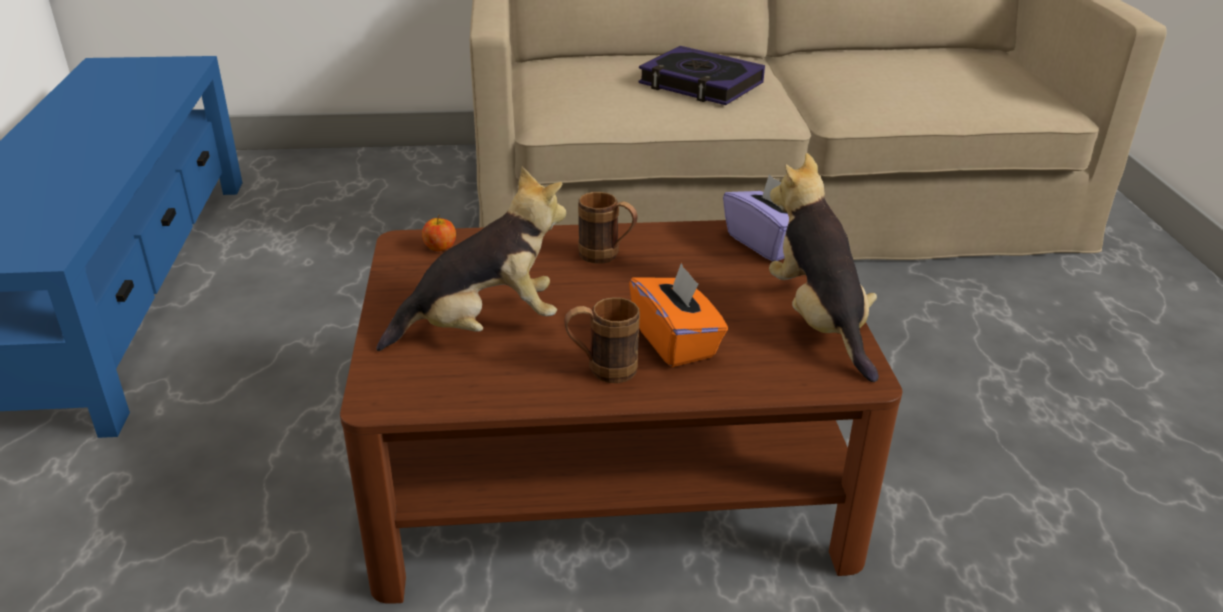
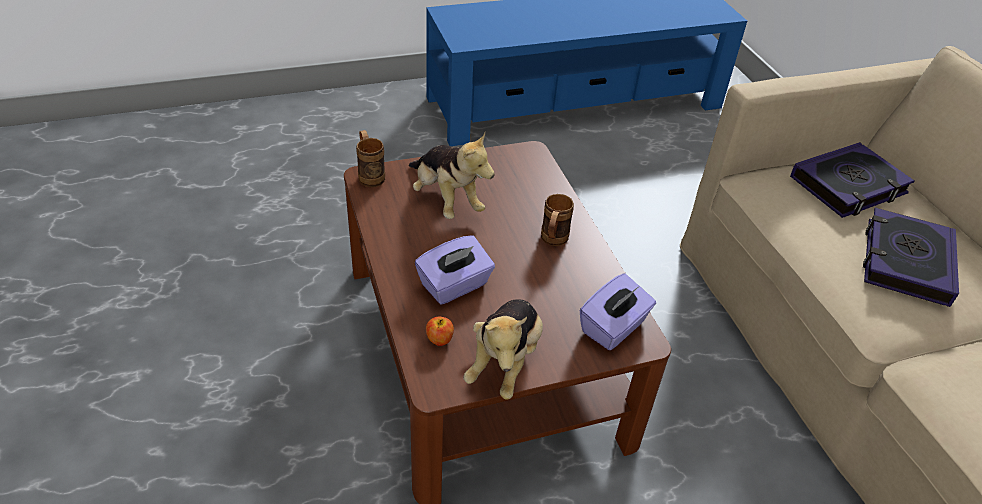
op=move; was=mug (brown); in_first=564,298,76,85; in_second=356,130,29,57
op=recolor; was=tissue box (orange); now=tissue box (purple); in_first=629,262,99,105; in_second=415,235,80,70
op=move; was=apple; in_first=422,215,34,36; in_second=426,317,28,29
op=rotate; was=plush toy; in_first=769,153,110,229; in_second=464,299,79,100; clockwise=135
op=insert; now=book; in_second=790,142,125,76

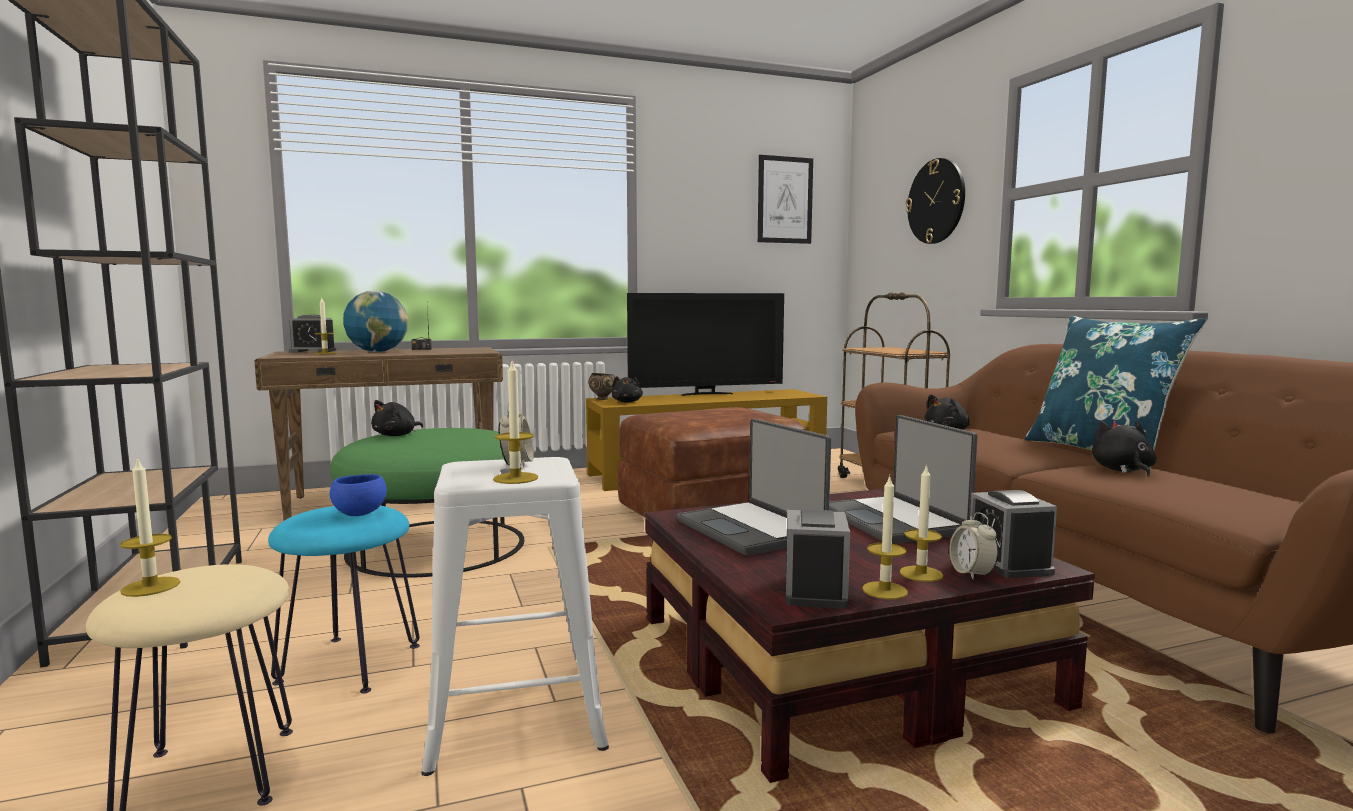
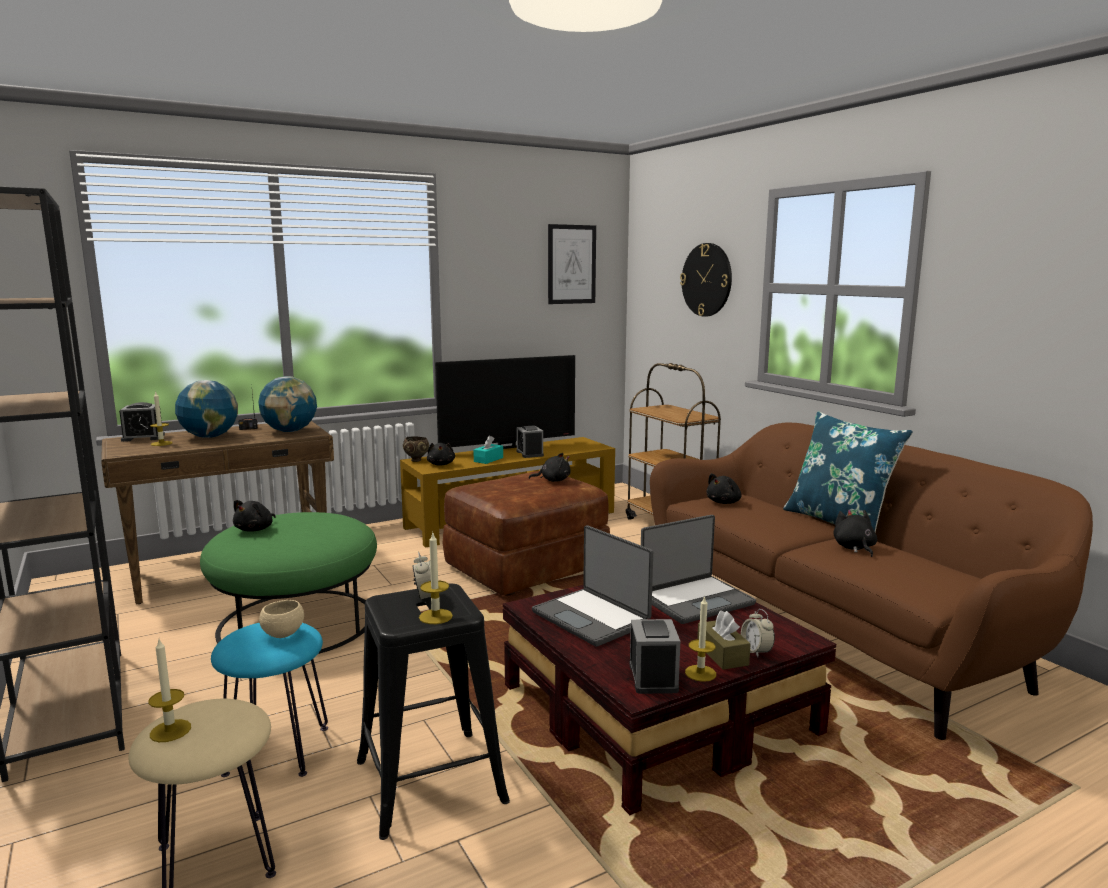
op=insert; now=globe; in_second=258,376,59,56
op=recolor; was=bowl (blue); now=bowl (beige); in_first=330,474,57,42; in_second=259,600,45,38
op=recolor; was=stool (white); now=stool (black); in_first=422,457,187,319; in_second=357,584,153,256
op=insert; now=tissue box (turquoise); in_second=473,435,30,29
op=move; was=alarm clock; in_first=970,490,87,88; in_second=516,425,28,33
op=insert; now=plush toy (black); in_second=529,453,42,29
op=rotate; was=laptop; in_first=829,415,149,129; in_second=641,515,115,109; clockwise=-90
op=replace; was=candle; now=tissue box (brown); in_first=900,464,43,118; in_second=697,611,54,59

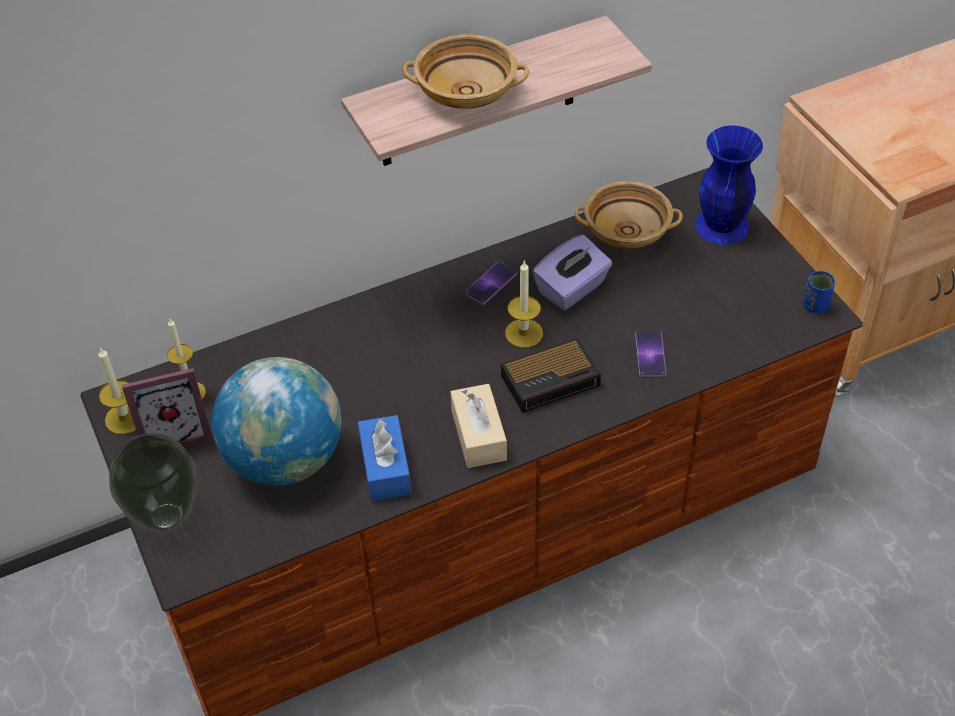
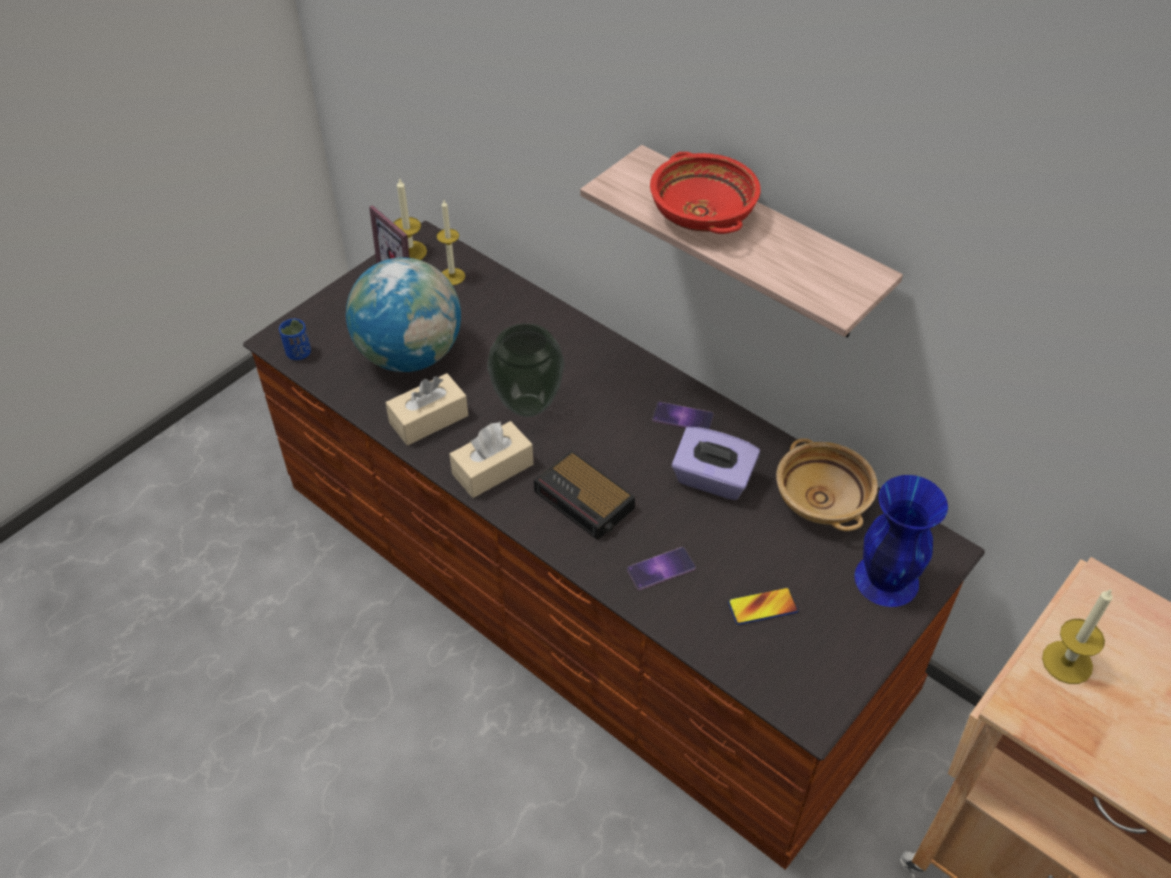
op=move; was=cup (blue); in_first=803,271,32,43; in_second=279,319,32,41
op=recolor; was=tissue box (blue); now=tissue box (beige); in_first=358,415,53,86; in_second=386,373,82,72
op=move; was=vase; in_first=109,433,88,100; in_second=487,323,77,94
op=recolor; was=bowl (beige); now=bowl (red); in_first=403,34,126,75; in_second=650,152,110,82
op=insert; now=phone; in_second=728,587,71,38
op=move; was=candle; in_first=505,260,38,88; in_second=1042,588,71,96

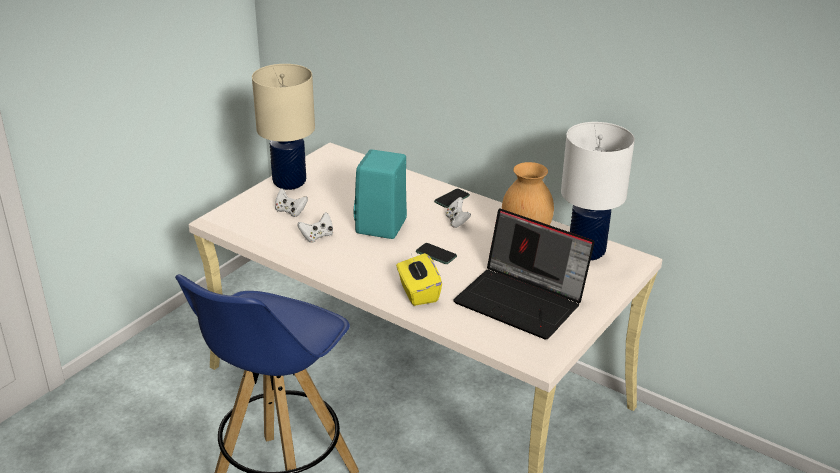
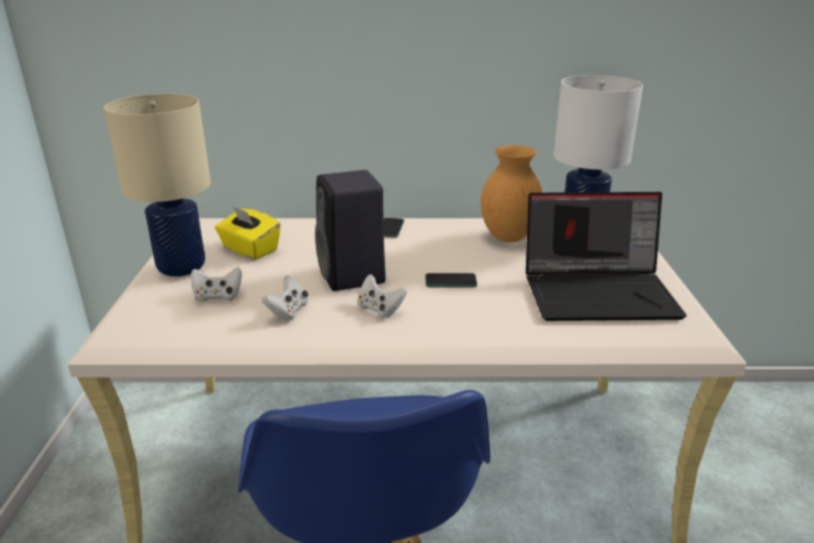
op=move; was=tissue box (yellow); in_first=396,253,46,53; in_second=215,206,66,54
op=recolor; was=speaker (turquoise); now=speaker (black); in_first=354,149,53,90; in_second=315,170,71,121
op=move; was=game controller (white); in_first=446,197,25,31; in_second=357,274,50,44

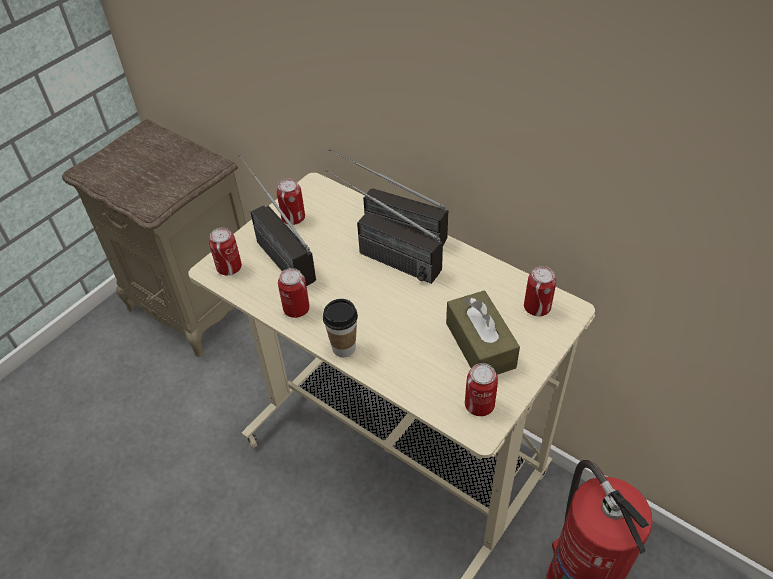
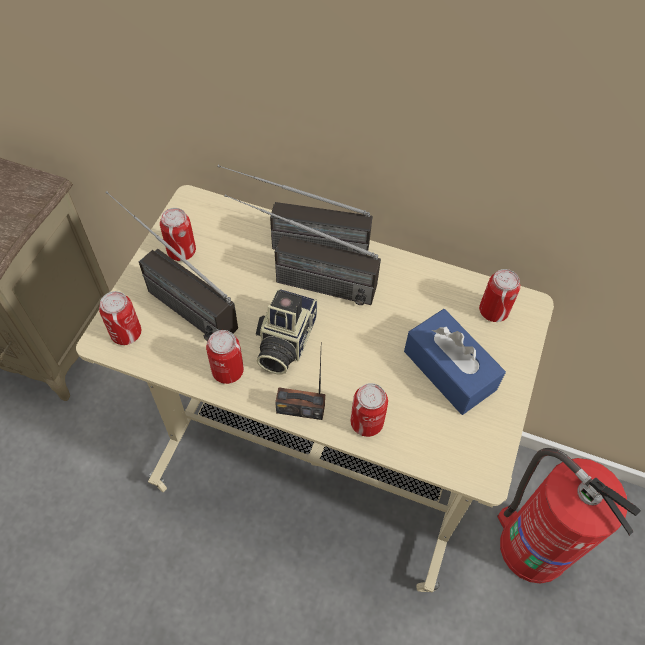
op=insert; now=photo camera; in_second=256,289,61,86
op=replace; was=cup; now=radio; in_first=323,299,35,58; in_second=275,354,50,66
op=move; was=can; in_first=465,363,33,53; in_second=350,383,38,54
op=recolor; was=tissue box (brown); now=tissue box (blue); in_first=446,290,74,85; in_second=404,309,102,106

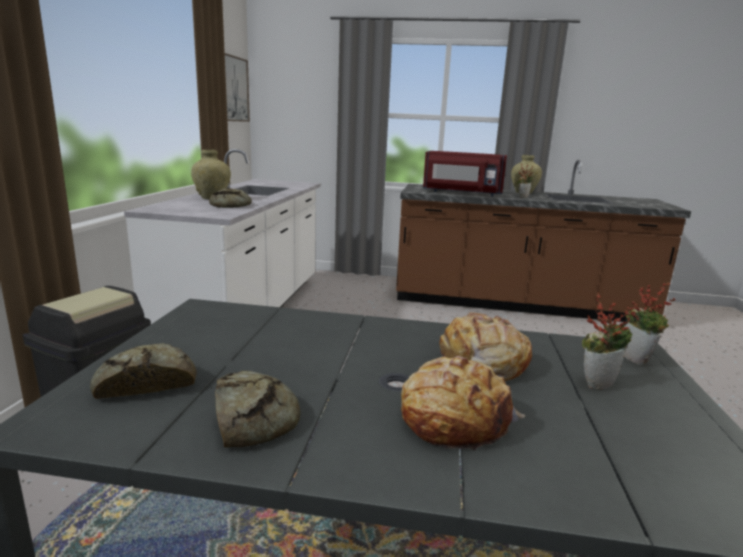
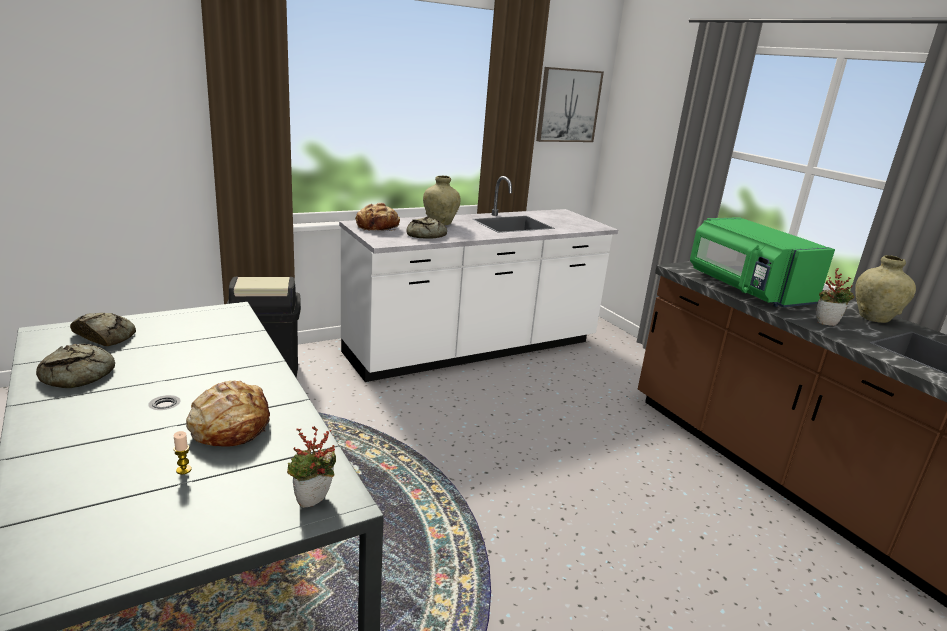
op=insert; now=candle; in_second=173,431,19,43
op=move; was=bread; in_first=401,356,124,95; in_second=355,203,45,28
op=recolor; was=microwave (red); now=microwave (green); in_first=423,151,84,45; in_second=690,217,145,90
op=delete; was=potted plant; in_first=582,293,51,96

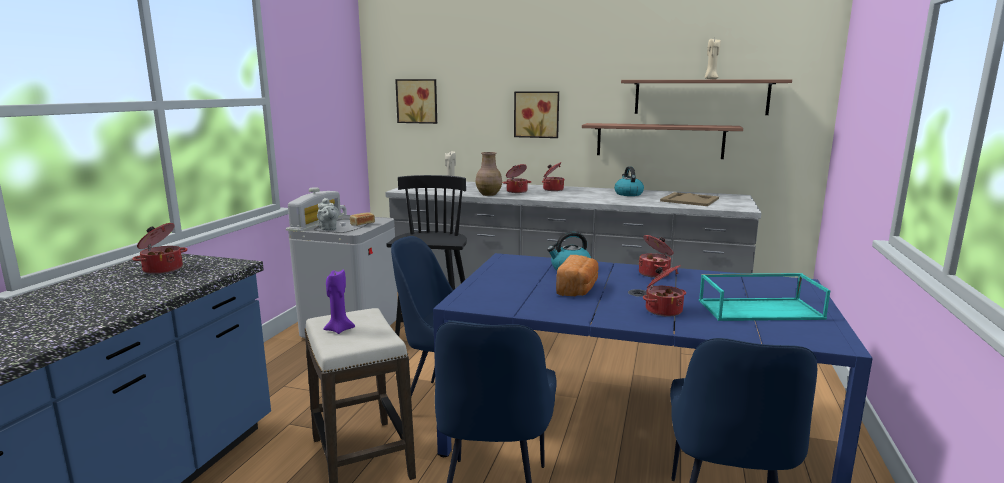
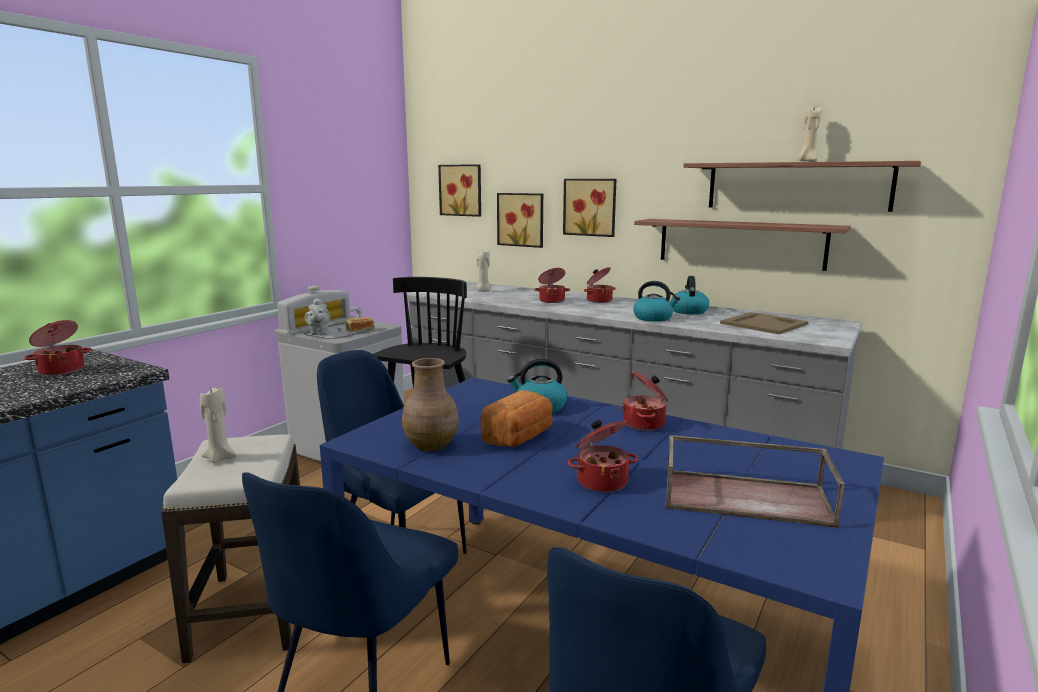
op=recolor; was=candle (purple); now=candle (beige); in_first=323,269,32,65; in_second=200,386,37,77
op=move; was=vase (brown); in_first=475,152,27,44; in_second=402,358,57,94
op=insert; now=picture; in_second=497,193,46,55
op=insert; now=kettle; in_second=633,281,47,41
op=recolor; was=tray (turquoise); now=tray (brown); in_first=699,273,132,48; in_second=666,435,179,93

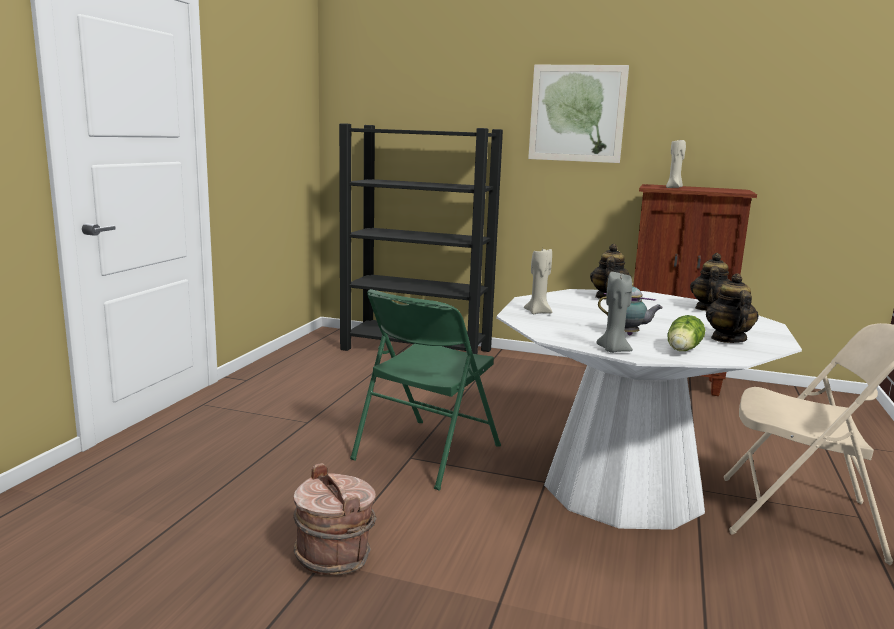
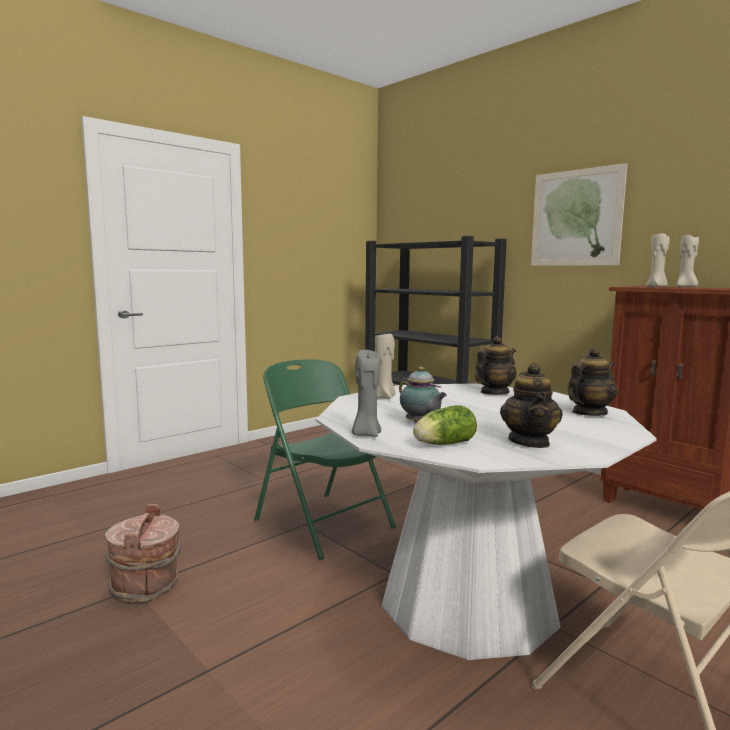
op=rotate; was=chair (green); in_first=350,289,151,202; in_second=254,359,142,201; clockwise=75
op=rotate; was=teapot; in_first=706,273,53,70; in_second=500,363,63,85; clockwise=150
op=insert; now=candle (beige); in_second=676,234,23,53

